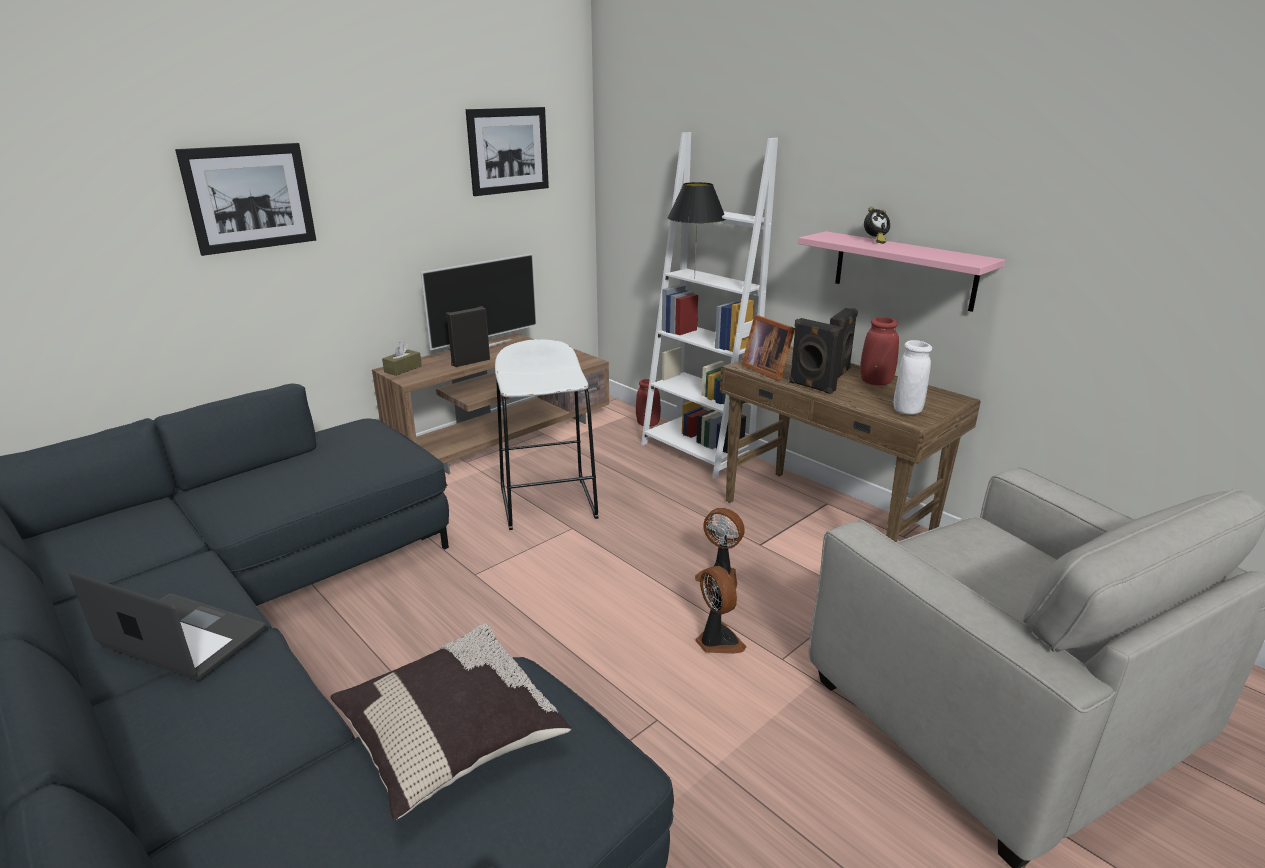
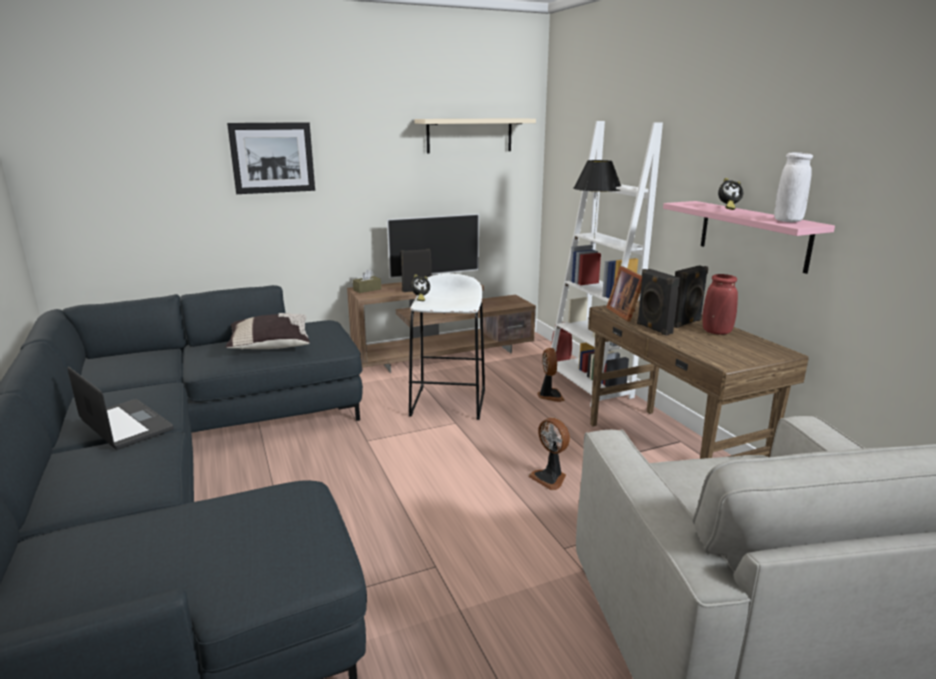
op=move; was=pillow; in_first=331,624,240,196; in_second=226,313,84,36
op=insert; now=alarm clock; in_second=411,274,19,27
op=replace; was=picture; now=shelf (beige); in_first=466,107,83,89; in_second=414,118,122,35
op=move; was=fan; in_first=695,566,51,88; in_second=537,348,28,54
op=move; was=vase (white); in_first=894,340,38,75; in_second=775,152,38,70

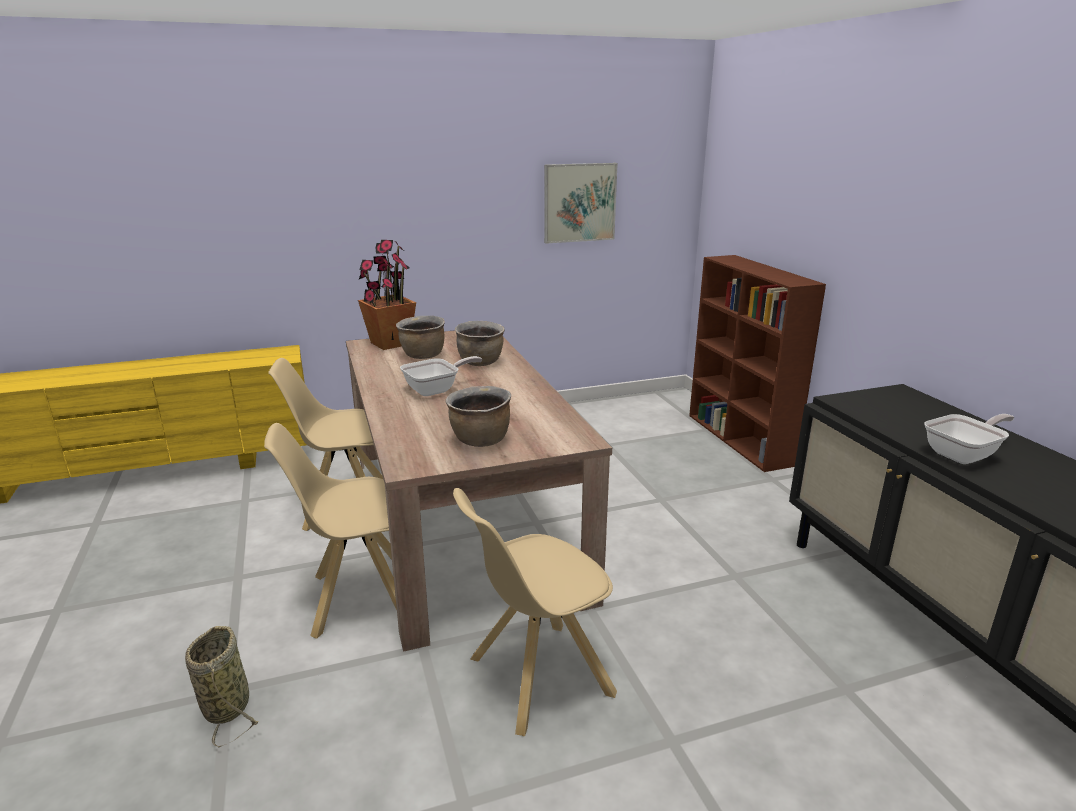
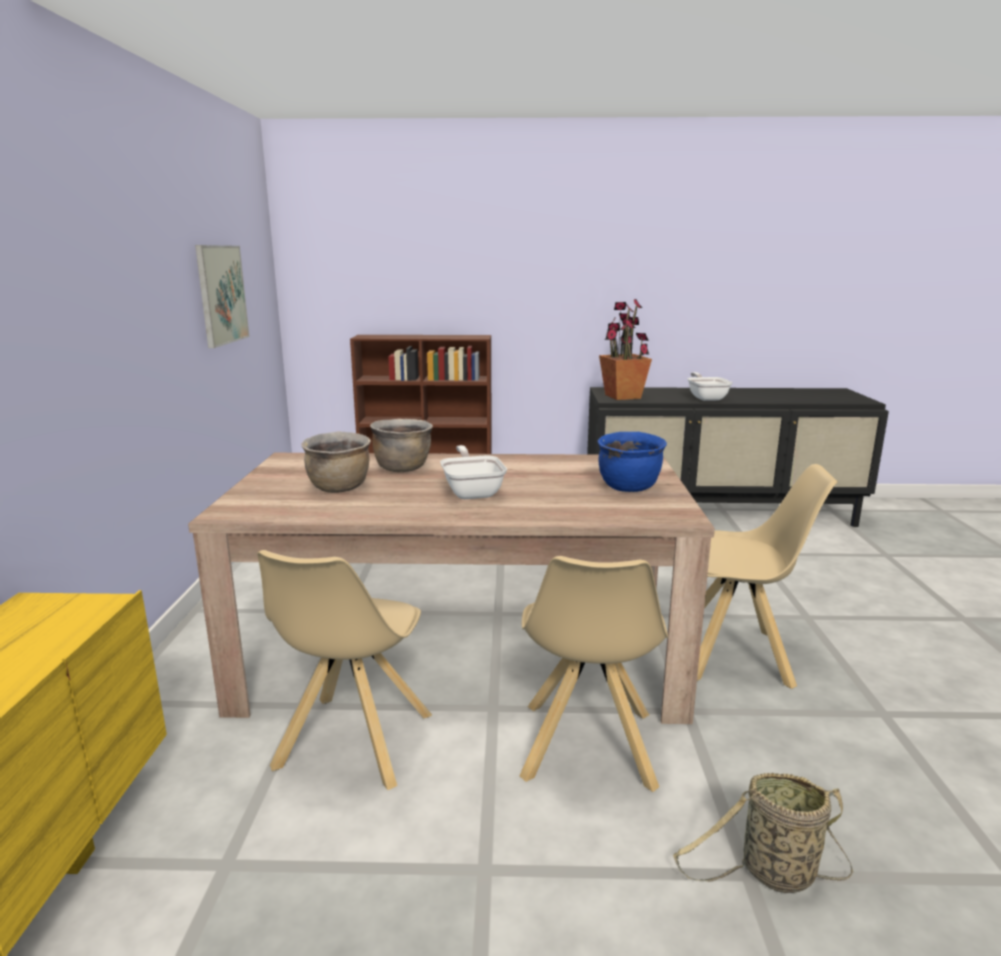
op=recolor; was=cooking pot (brown); now=cooking pot (blue); in_first=445,386,66,61; in_second=598,432,69,60
op=move; was=potted plant; in_first=358,240,58,110; in_second=599,299,53,101
op=rotate; was=chair (beige); in_first=453,488,164,248; in_second=697,464,141,225; clockwise=-75

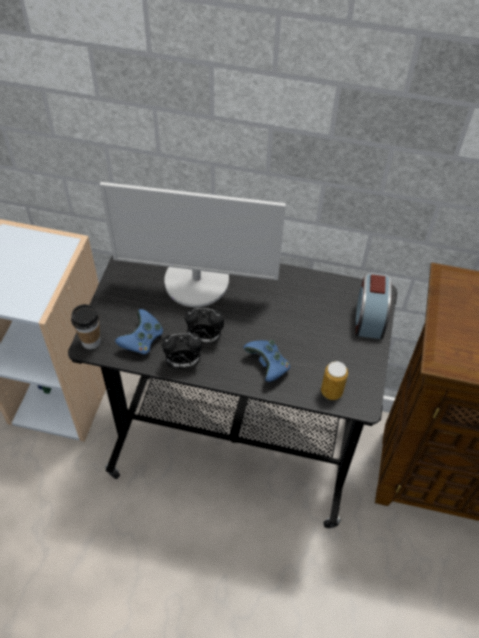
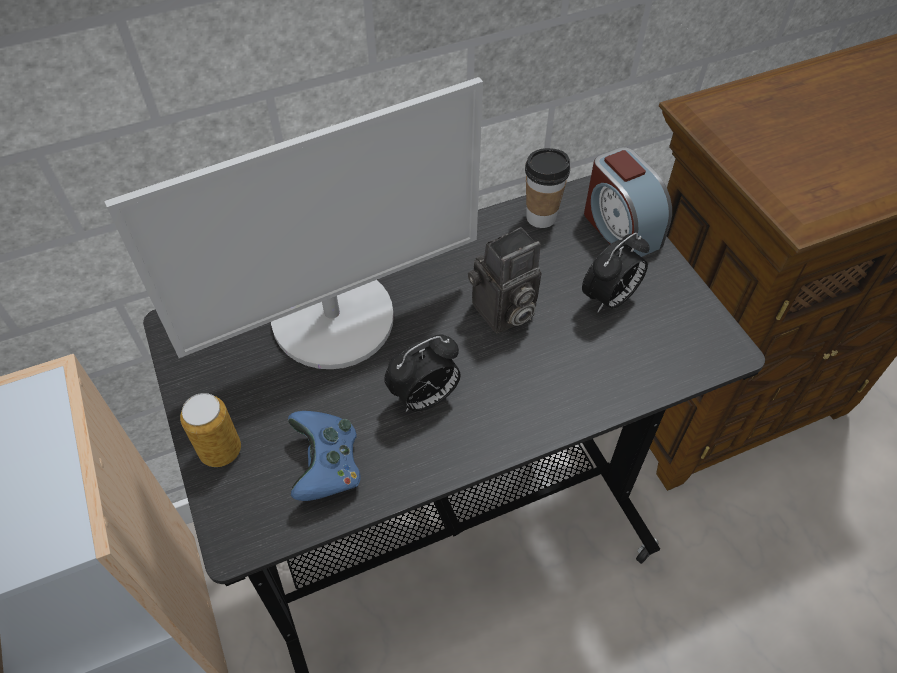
op=move; was=can; in_first=321,361,27,39; in_second=180,393,61,74
op=insert; now=photo camera; in_second=468,227,73,106
op=move; was=cup; in_first=71,304,30,45; in_second=525,148,45,80
op=move; was=alarm clock; in_first=161,333,41,36; in_second=582,233,68,79
op=delete; was=game controller (blue); in_first=243,340,47,42

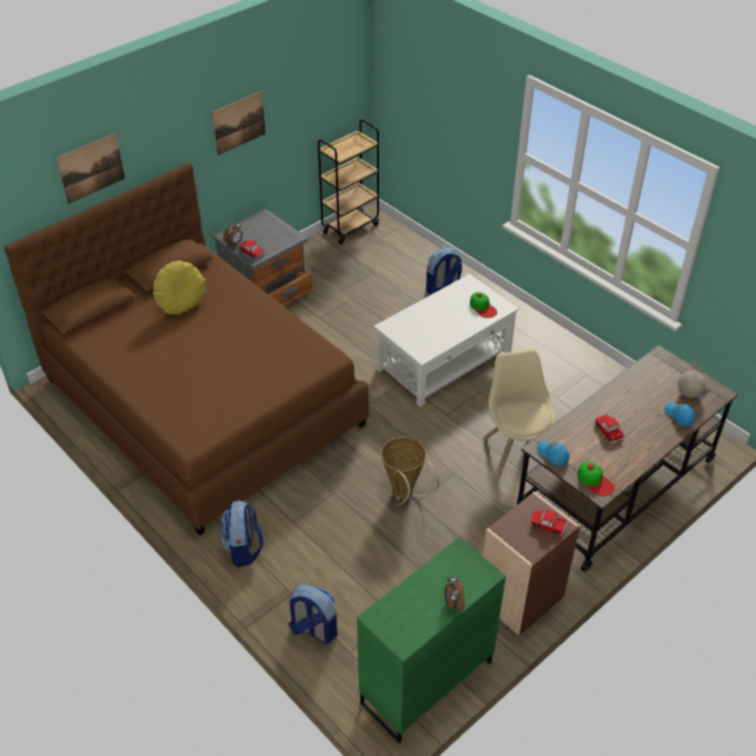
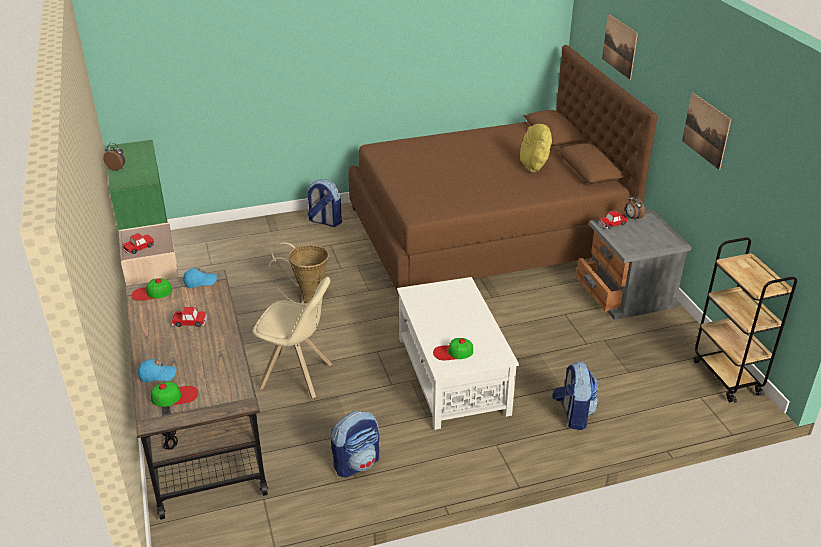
op=replace; was=globe; now=cap; in_first=678,361,28,37; in_second=151,381,48,26
op=move; was=backpack; in_first=289,584,49,60; in_second=331,410,48,68

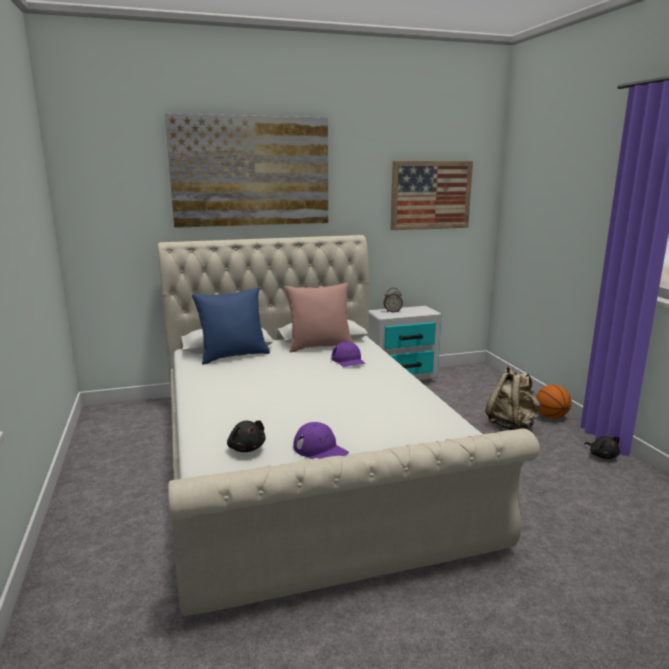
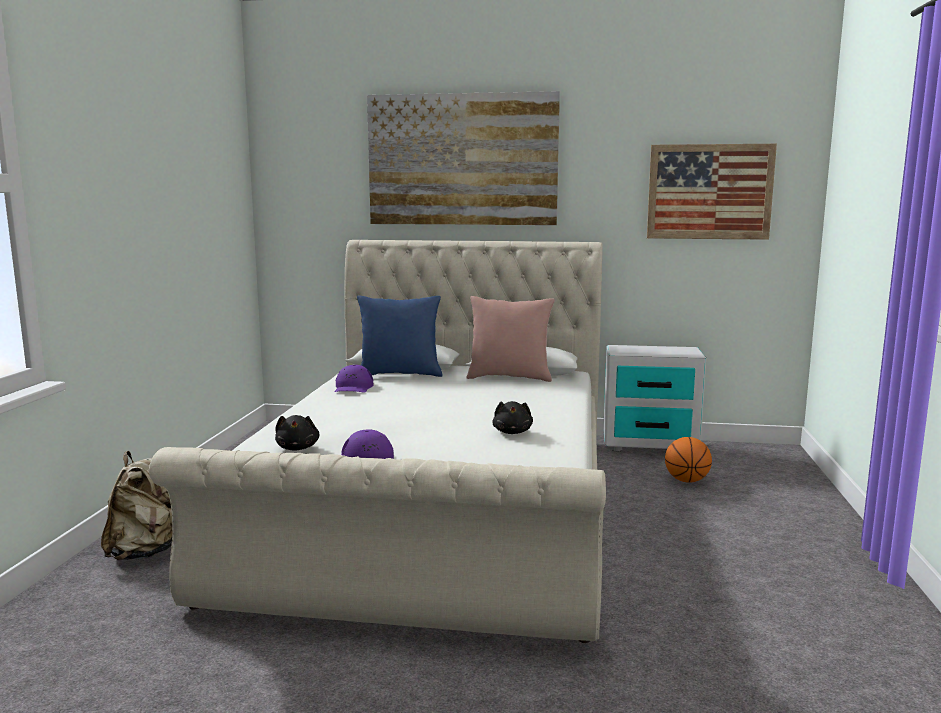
op=move; was=backpack (beige); in_first=485,366,56,64; in_second=101,451,71,109
op=move; was=cap (purple); in_first=332,342,34,25; in_second=334,365,39,27
op=move; was=plush toy (black); in_first=585,436,35,23; in_second=492,401,41,33
op=move; was=basketball; in_first=536,385,36,34; in_second=665,437,47,46
op=delete; was=alarm clock; in_first=384,288,19,25

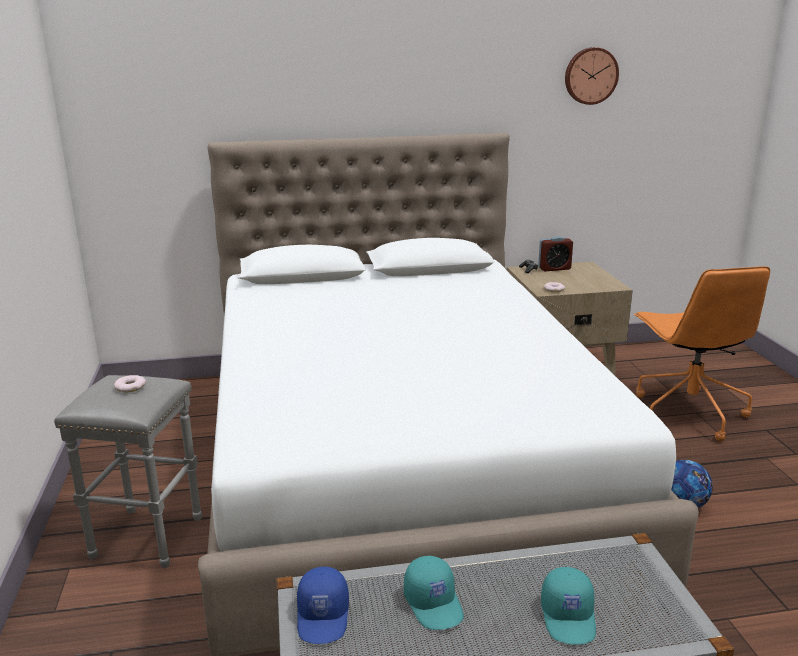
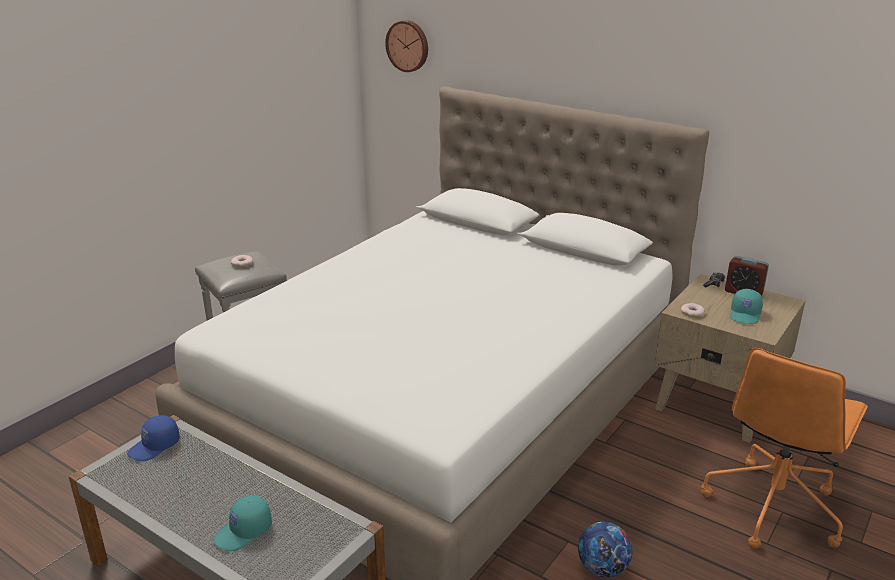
op=move; was=wall clock; in_first=565,47,54,58; in_second=385,20,43,52
op=move; was=cap (turquoise); in_first=404,556,60,74; in_second=730,289,33,35

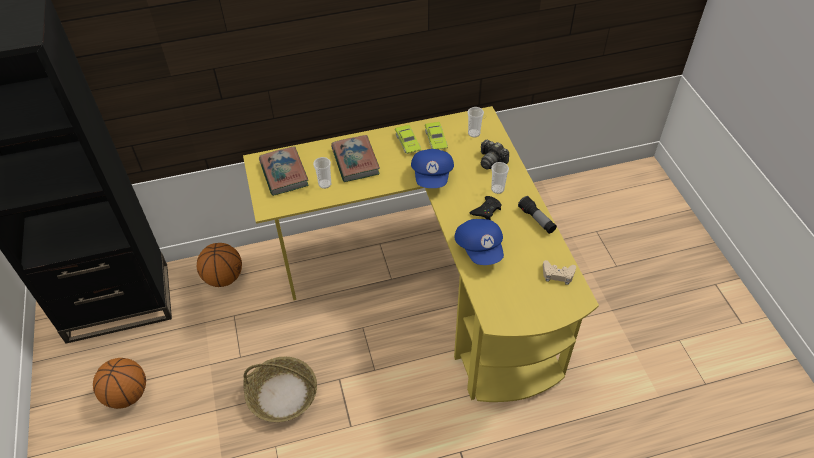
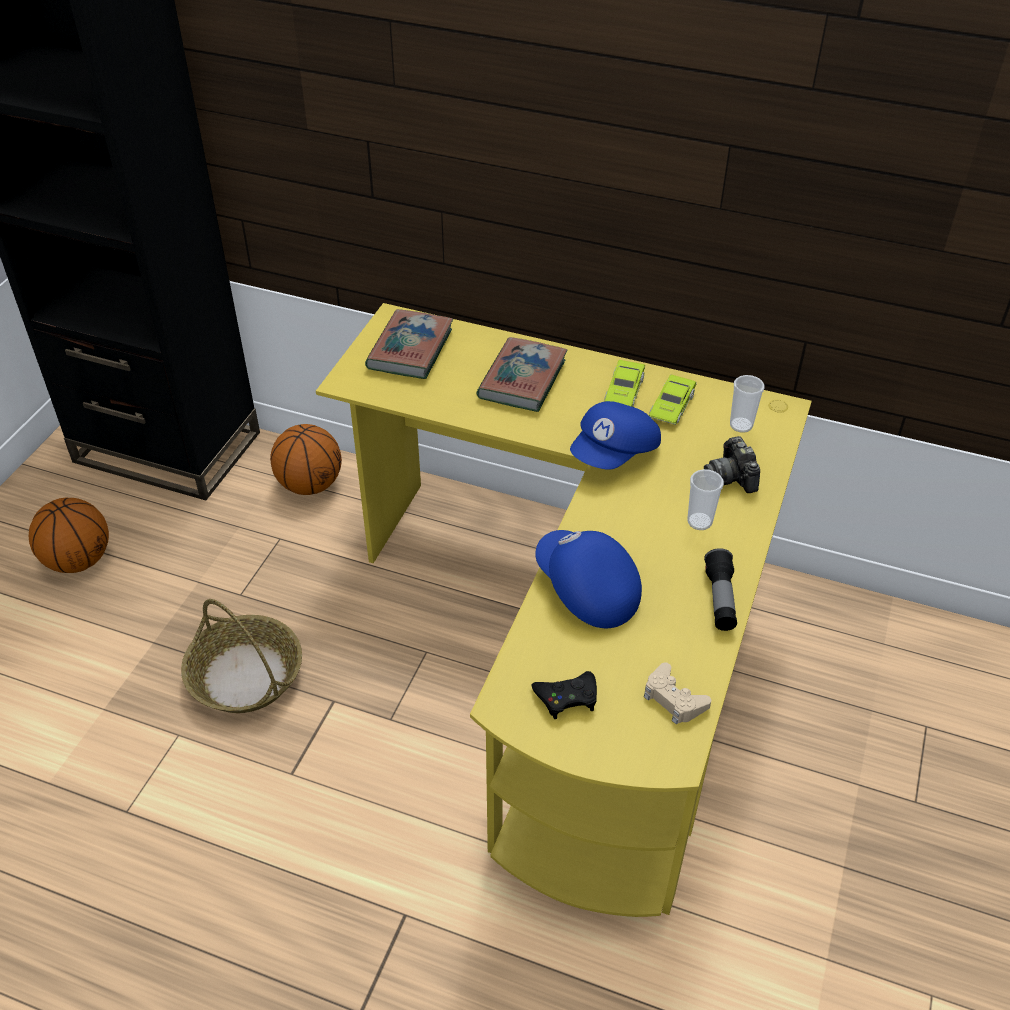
op=move; was=game controller (black); in_first=470,196,32,24; in_second=531,671,66,48
op=rotate; was=cap (blue); in_first=454,219,50,46; in_second=535,530,107,98; clockwise=120
op=delete; was=cup; in_first=313,157,18,32

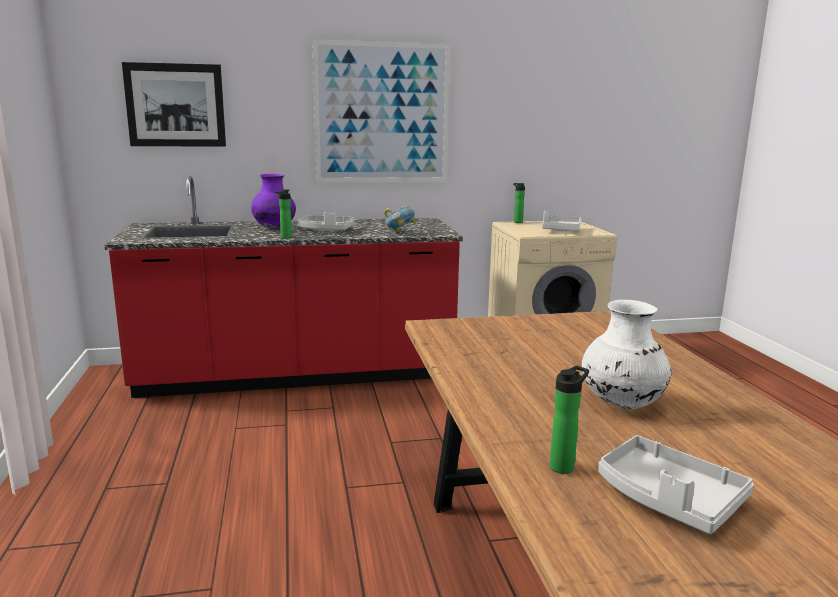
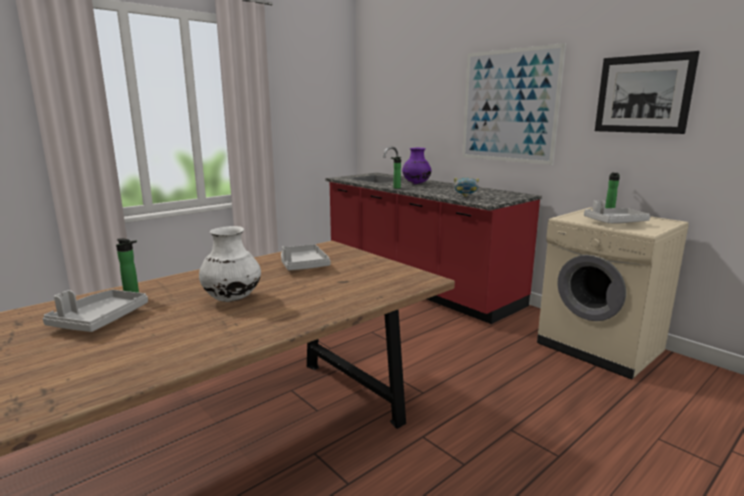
op=move; was=tray (grey); in_first=298,212,57,19; in_second=281,244,50,26
op=move; was=picture; in_first=122,62,104,85; in_second=595,51,105,83

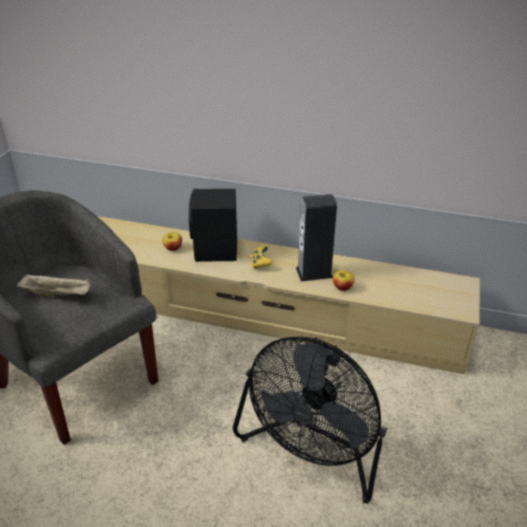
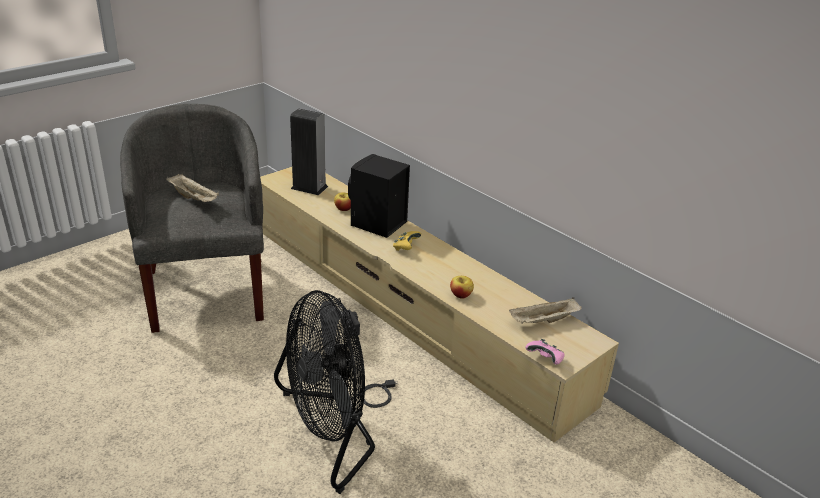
op=move; was=speaker; in_first=296,194,41,88; in_second=290,108,38,87
op=insert; now=tray (beige); in_second=509,297,72,27
op=insert; now=game controller (pink); in_second=526,339,39,26

